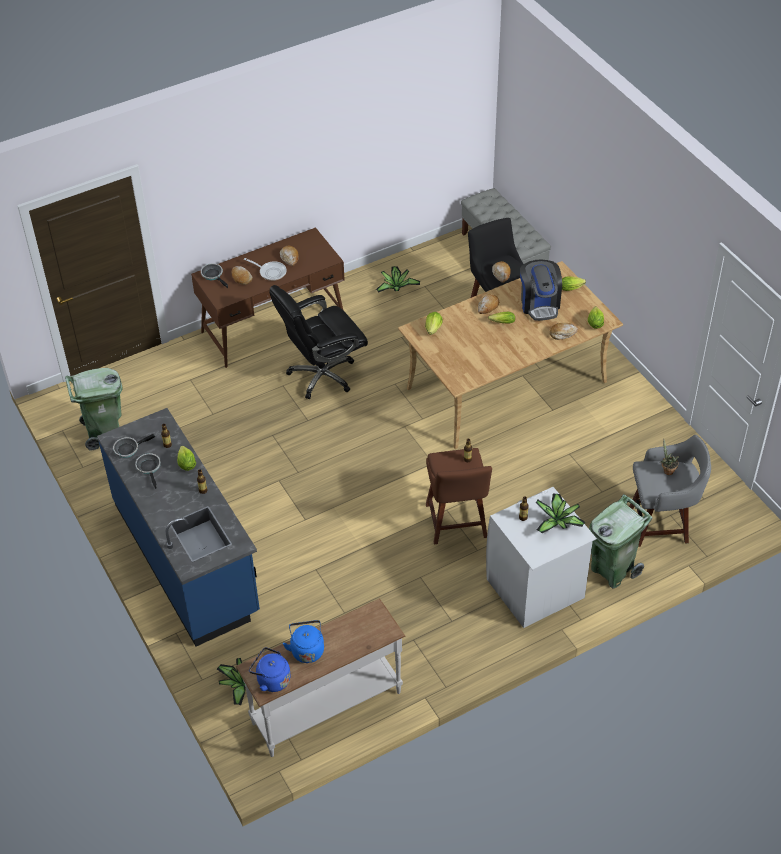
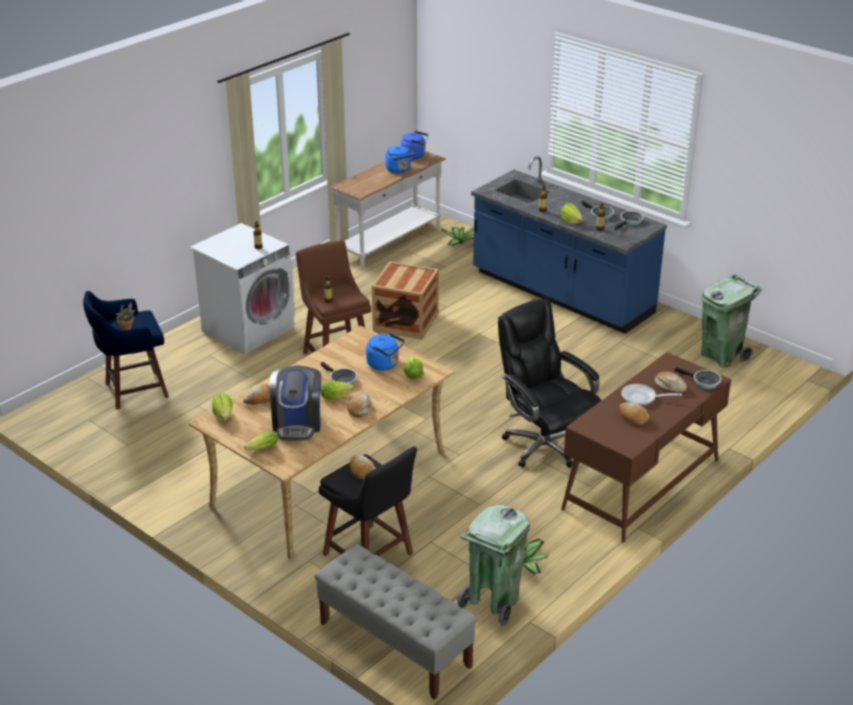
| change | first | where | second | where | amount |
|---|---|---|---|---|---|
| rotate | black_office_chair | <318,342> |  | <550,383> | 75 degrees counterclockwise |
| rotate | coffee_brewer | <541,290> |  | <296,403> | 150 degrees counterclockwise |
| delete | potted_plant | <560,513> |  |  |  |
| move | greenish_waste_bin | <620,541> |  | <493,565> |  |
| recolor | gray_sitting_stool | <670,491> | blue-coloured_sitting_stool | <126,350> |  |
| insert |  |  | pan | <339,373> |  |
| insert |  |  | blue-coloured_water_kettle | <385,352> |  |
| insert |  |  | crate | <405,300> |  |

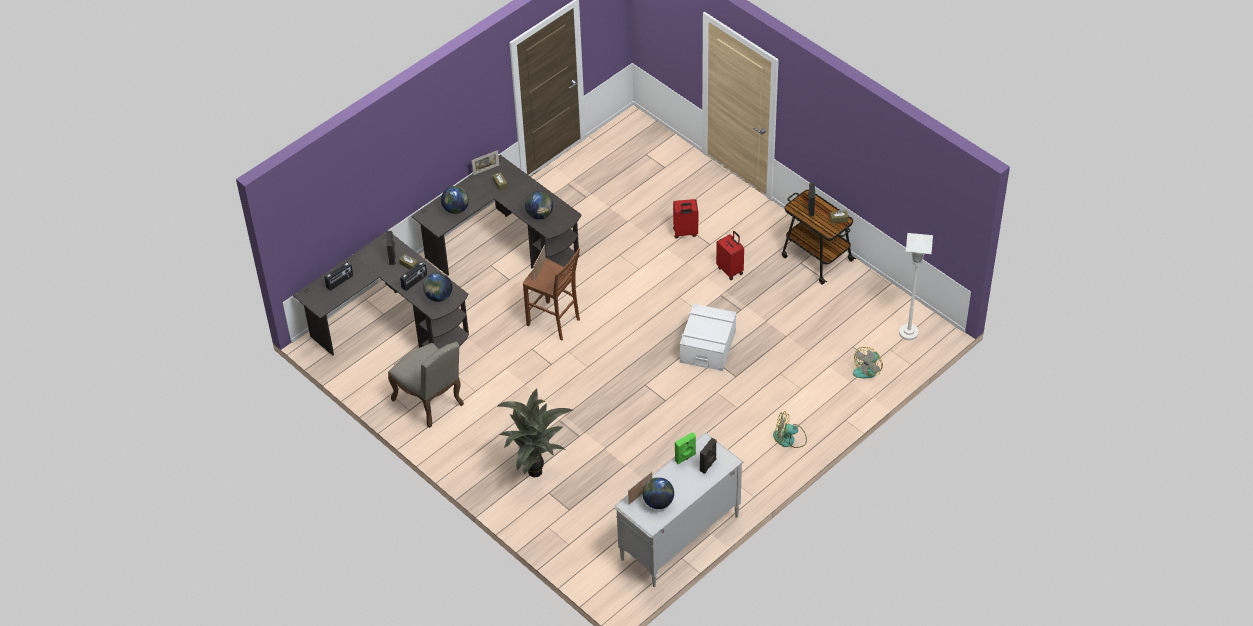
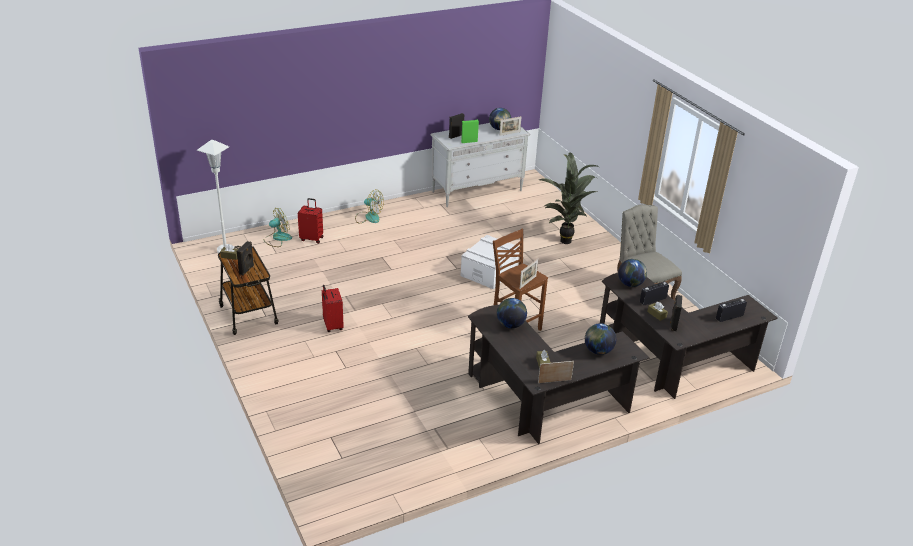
| change | first | where | second | where | amount |
|---|---|---|---|---|---|
| move | red_piece_of_luggage | <685,219> |  | <310,221> |  |
| move | white-coloured_storage_container | <708,337> |  | <490,262> |  |

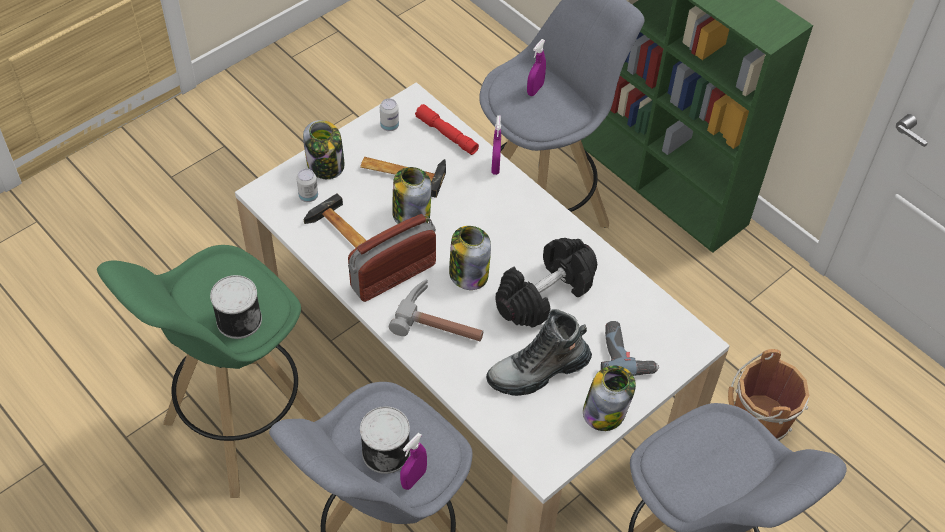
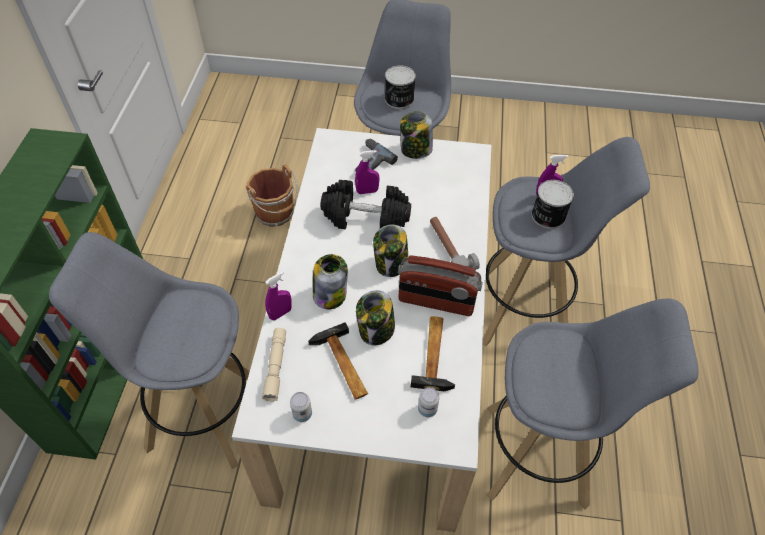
| change | first | where | second | where | amount |
|---|---|---|---|---|---|
| recolor | greenish_sitting_stool | <209,371> | gray_sitting_stool | <592,404> |  |
| move | metal_can | <236,307> |  | <400,87> |  |
| move | storage_jar | <324,149> |  | <330,282> |  |
| recolor | red_hand_torch | <447,129> | beige_hand_torch | <274,365> |  |
| delete | high-top_boot | <539,352> |  |  |  |
| move | purple-coloured_sprayer | <536,67> |  | <367,172> |  |

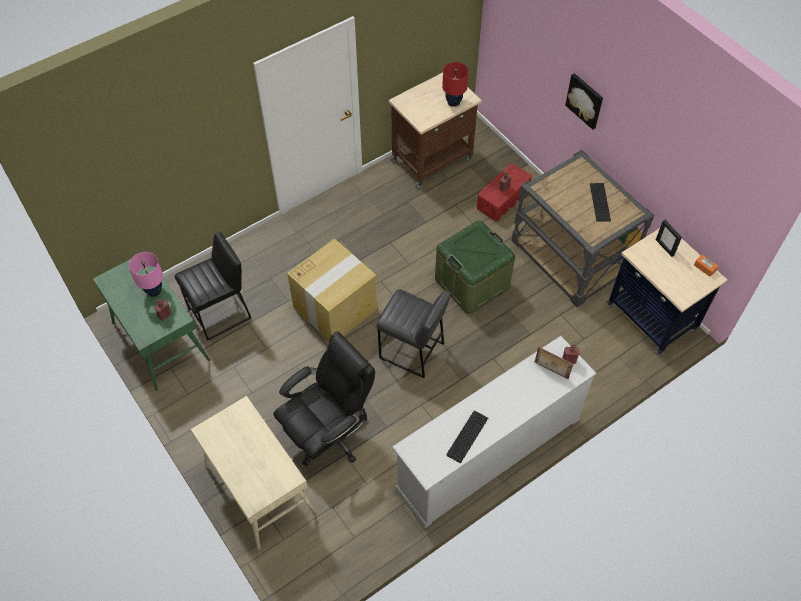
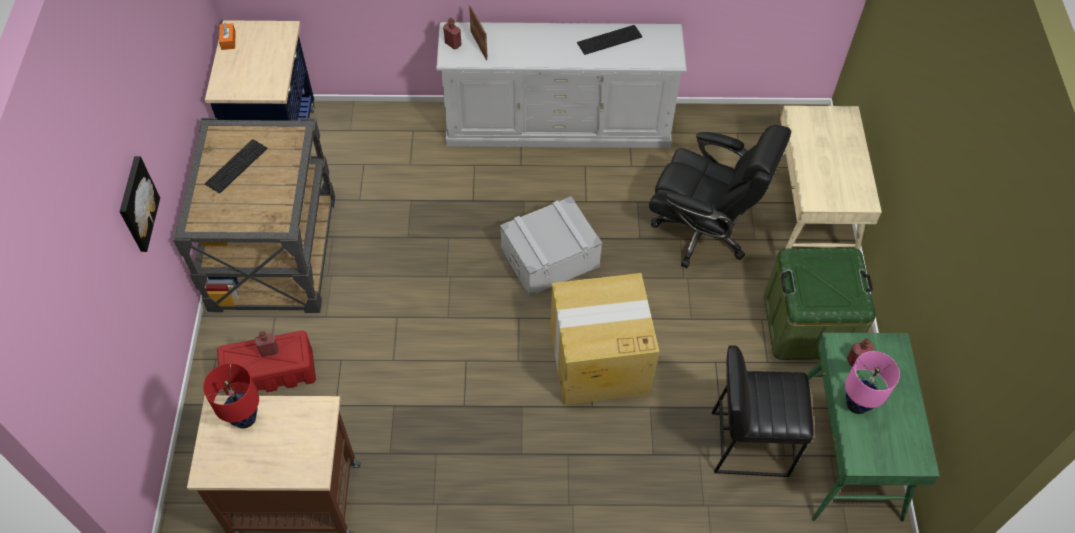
| change | first | where | second | where | amount |
|---|---|---|---|---|---|
| rotate | black_office_chair | <324,398> |  | <720,196> | 150 degrees counterclockwise |
| replace | gray_sitting_stool | <413,333> | gray_storage_container | <551,246> |  |
| move | greenish_storage_container | <475,267> |  | <820,304> |  |
| delete | photo_frame | <669,238> |  |  |  |

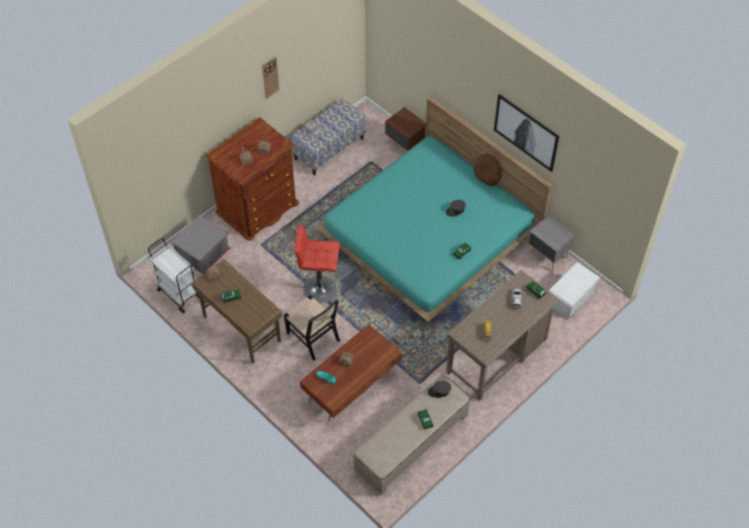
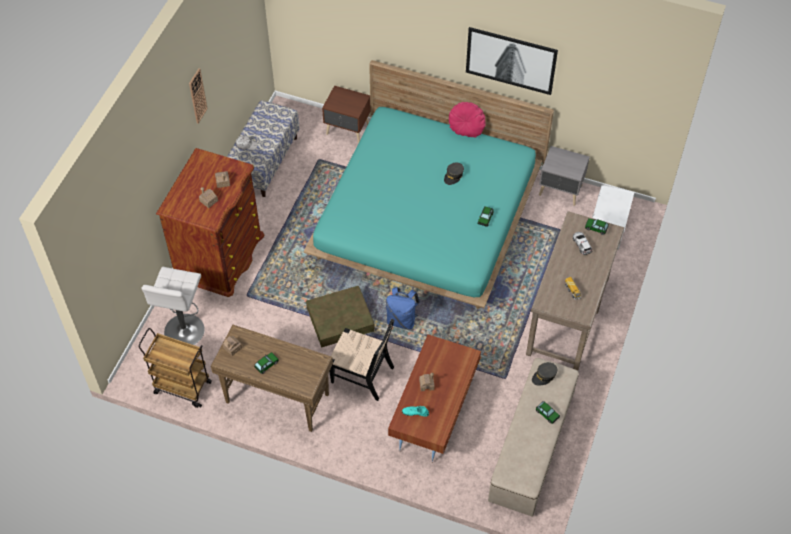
| change | first | where | second | where | amount |
|---|---|---|---|---|---|
| recolor | white-coloured_wheeled_cart | <173,275> | brown_wheeled_cart | <175,368> |  |
| replace | gray_storage_container | <200,244> | white-coloured_sitting_stool | <173,306> |  |
| replace | red_sitting_stool | <317,264> | brown_storage_container | <340,316> |  |
| recolor | brown_pillow | <488,170> | pink_pillow | <467,120> |  |
| insert |  |  | blue-coloured_knapsack | <403,308> |  |

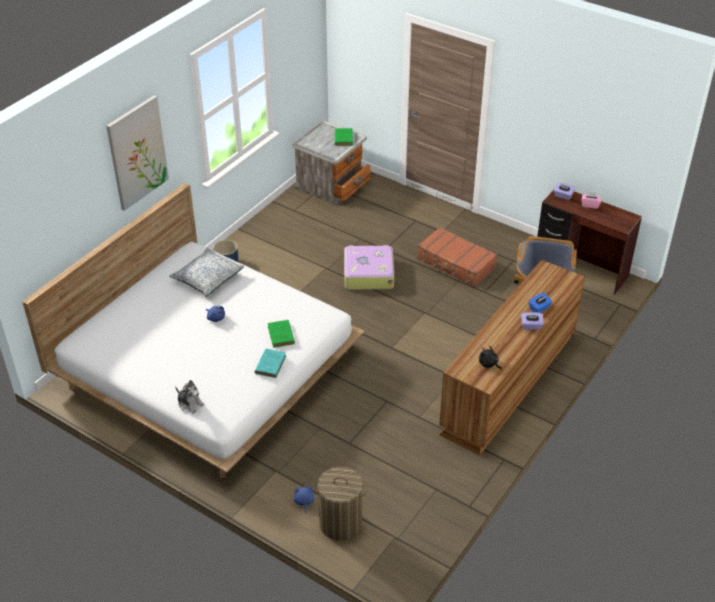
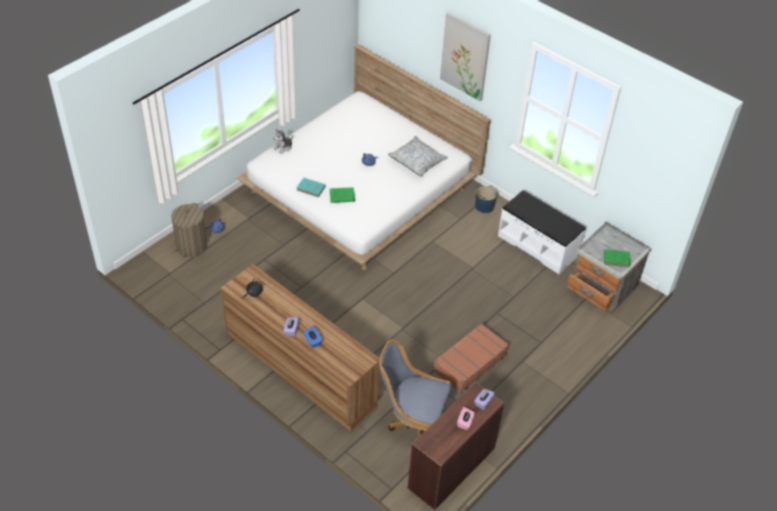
| change | first | where | second | where | amount |
|---|---|---|---|---|---|
| delete | piece_of_luggage | <369,267> |  |  |  |
| insert |  |  | white-coloured_indoor_bench | <541,232> |  |

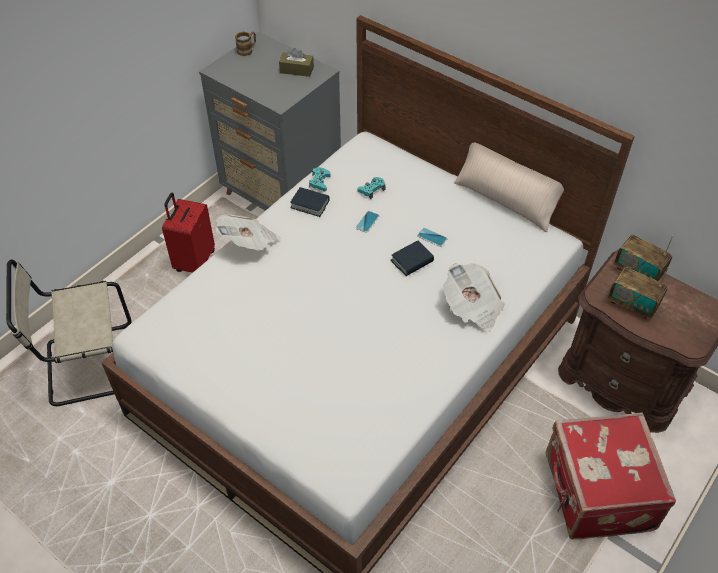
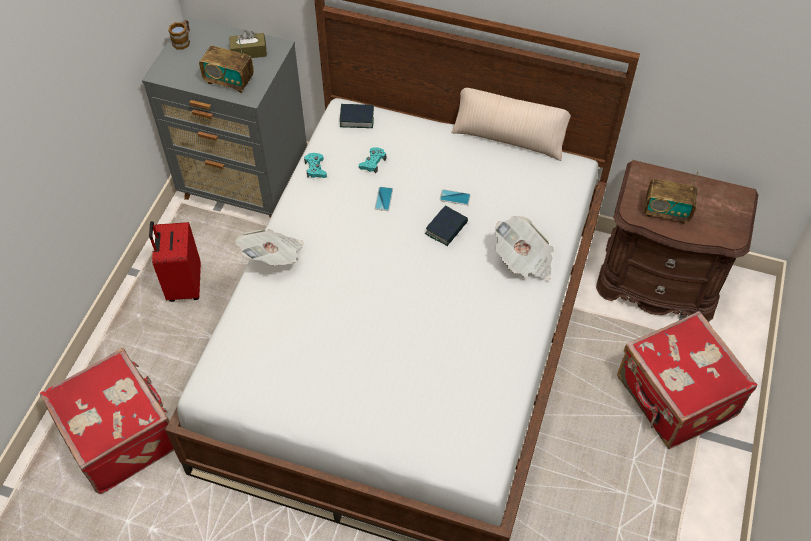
| change | first | where | second | where | amount |
|---|---|---|---|---|---|
| replace | beige_plain_chair | <69,333> | red_piece_of_luggage | <107,421> |  |
| move | volume | <310,202> |  | <357,116> |  |
| move | radio_receiver | <643,258> |  | <226,64> |  |

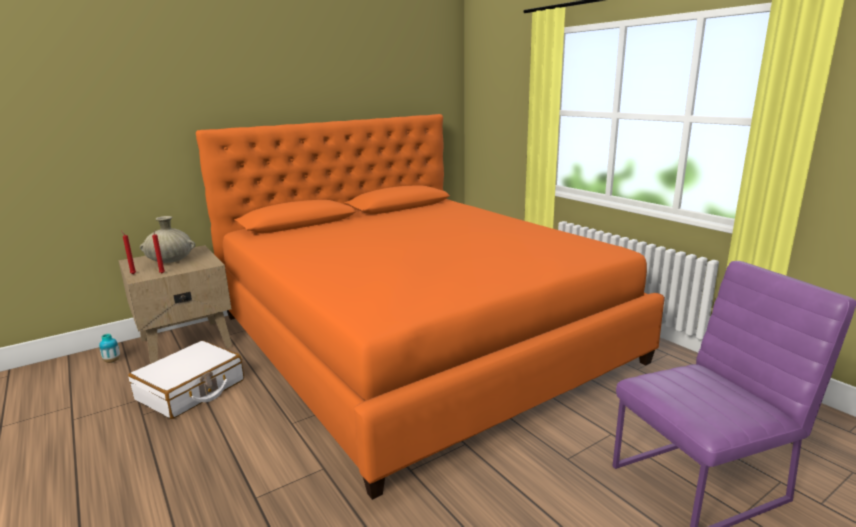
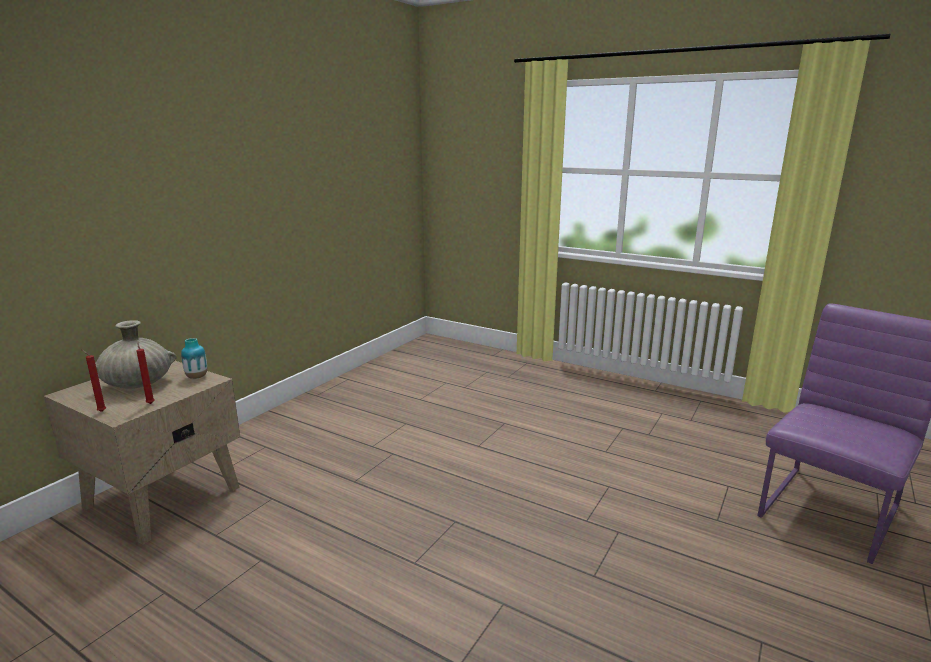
| change | first | where | second | where | amount |
|---|---|---|---|---|---|
| move | vase | <109,348> |  | <194,358> |  |
| delete | white-coloured_piece_of_luggage | <186,380> |  |  |  |
| delete | orange-coloured_sleeping_bed | <430,307> |  |  |  |

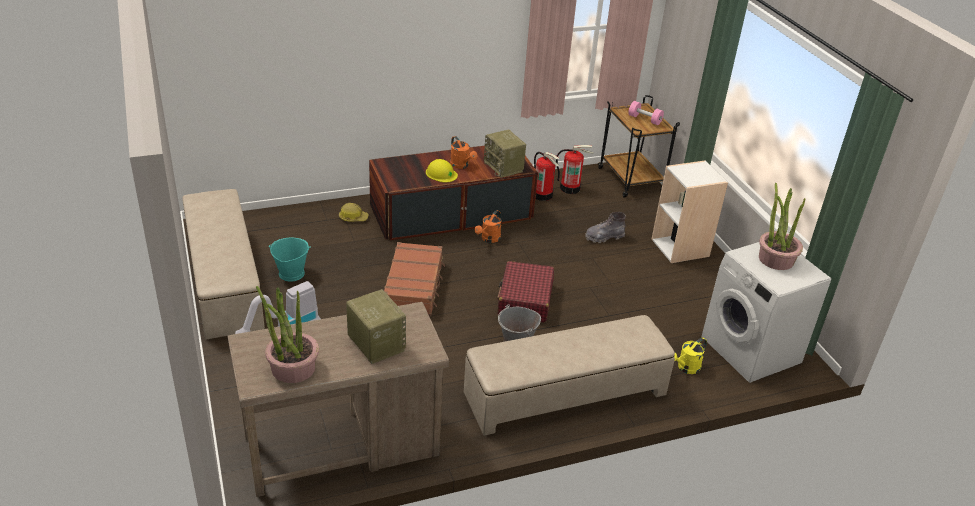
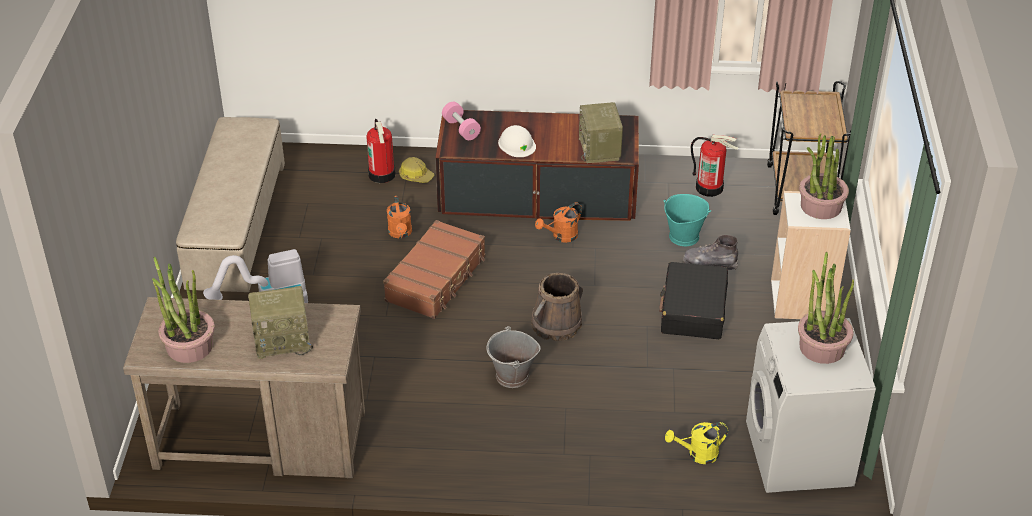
| change | first | where | second | where | amount |
|---|---|---|---|---|---|
| move | blue-green_pail | <290,260> |  | <687,220> |  |
| rotate | radio_receiver | <376,326> |  | <280,322> | 90 degrees clockwise |
| recolor | yellow_hard_hat | <442,170> | white-coloured_hard_hat | <517,141> |  |
| move | orange-coloured_watering_pot | <463,152> |  | <399,217> |  |
| delete | beige_indoor_bench | <569,375> |  |  |  |
| replace | red_piece_of_luggage | <526,292> | brown_pail | <557,307> |  |
| move | extinguisher | <546,176> |  | <381,151> |  |
| move | pink_hand_weight | <646,113> |  | <461,121> |  |
| insert |  |  | black_piece_of_luggage | <693,300> |  |
| insert |  |  | potted_plant | <824,176> |  |

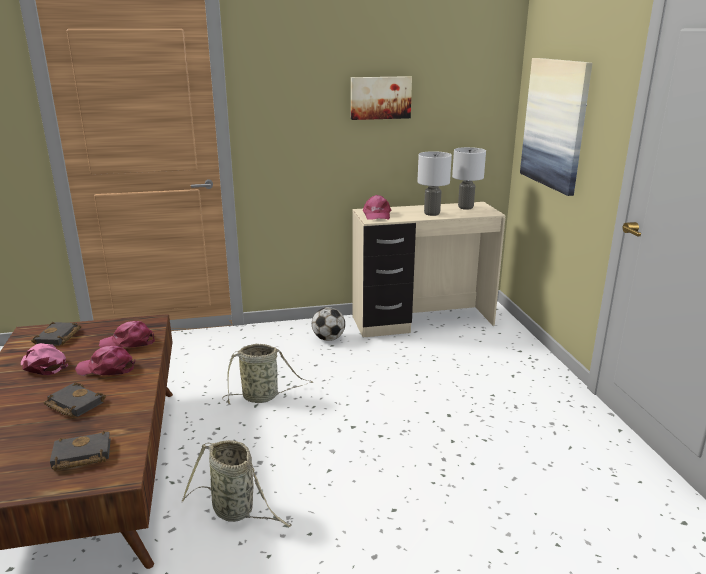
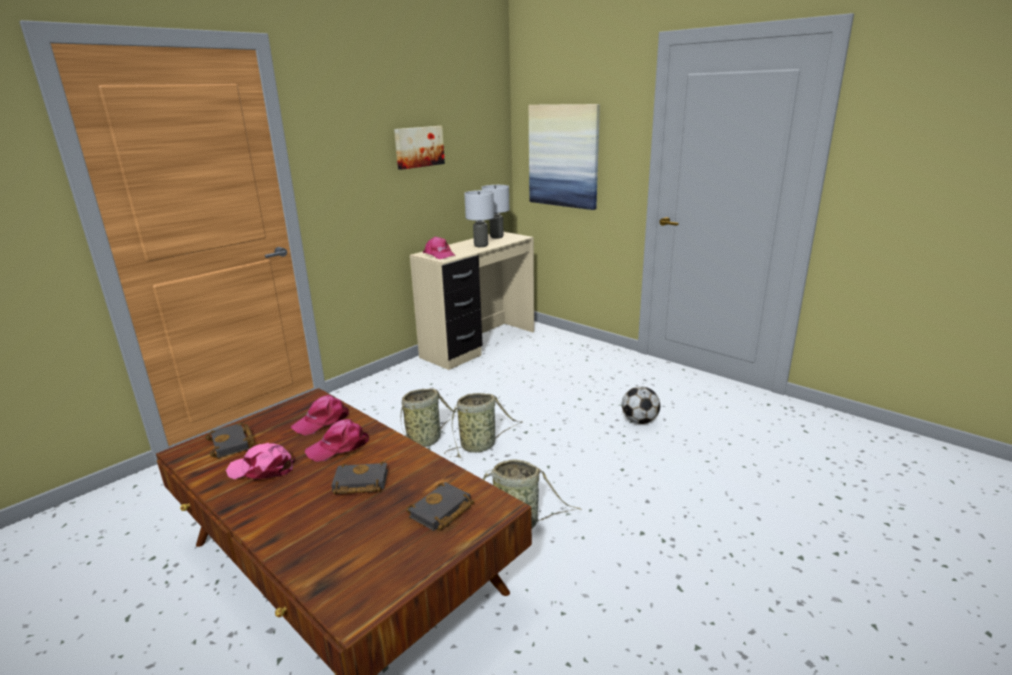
| change | first | where | second | where | amount |
|---|---|---|---|---|---|
| move | football | <328,324> |  | <641,405> |  |
| insert |  |  | basket | <483,425> |  |

